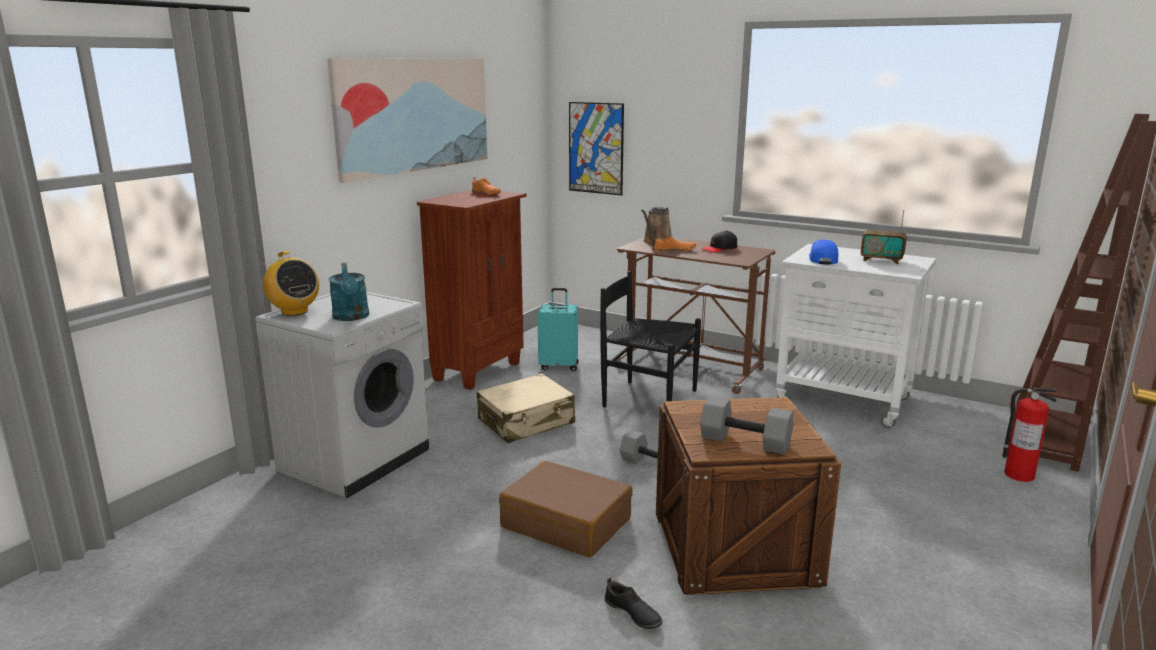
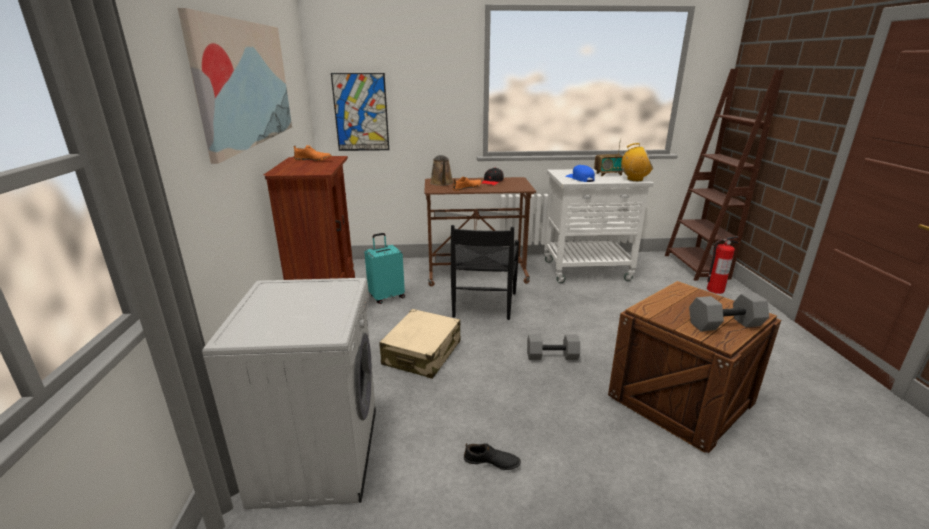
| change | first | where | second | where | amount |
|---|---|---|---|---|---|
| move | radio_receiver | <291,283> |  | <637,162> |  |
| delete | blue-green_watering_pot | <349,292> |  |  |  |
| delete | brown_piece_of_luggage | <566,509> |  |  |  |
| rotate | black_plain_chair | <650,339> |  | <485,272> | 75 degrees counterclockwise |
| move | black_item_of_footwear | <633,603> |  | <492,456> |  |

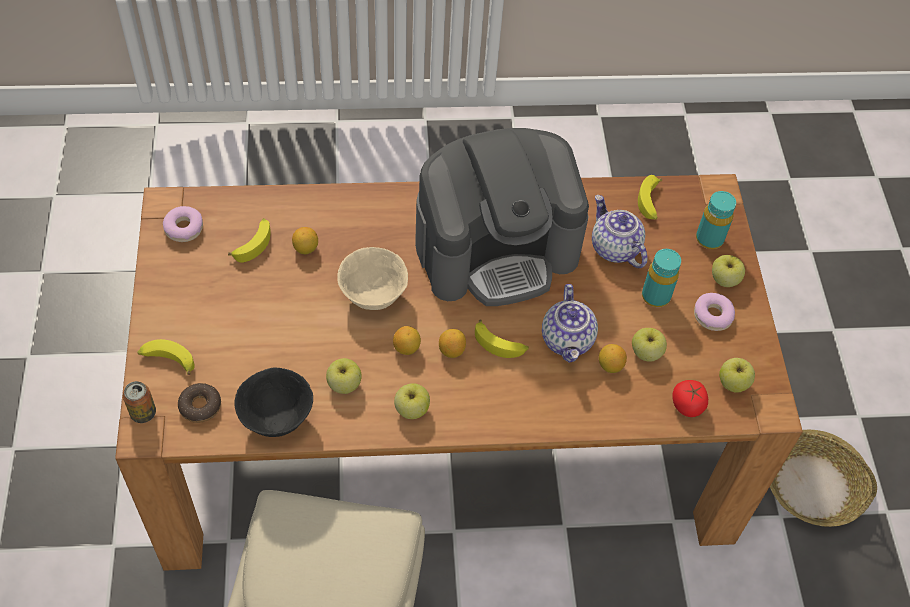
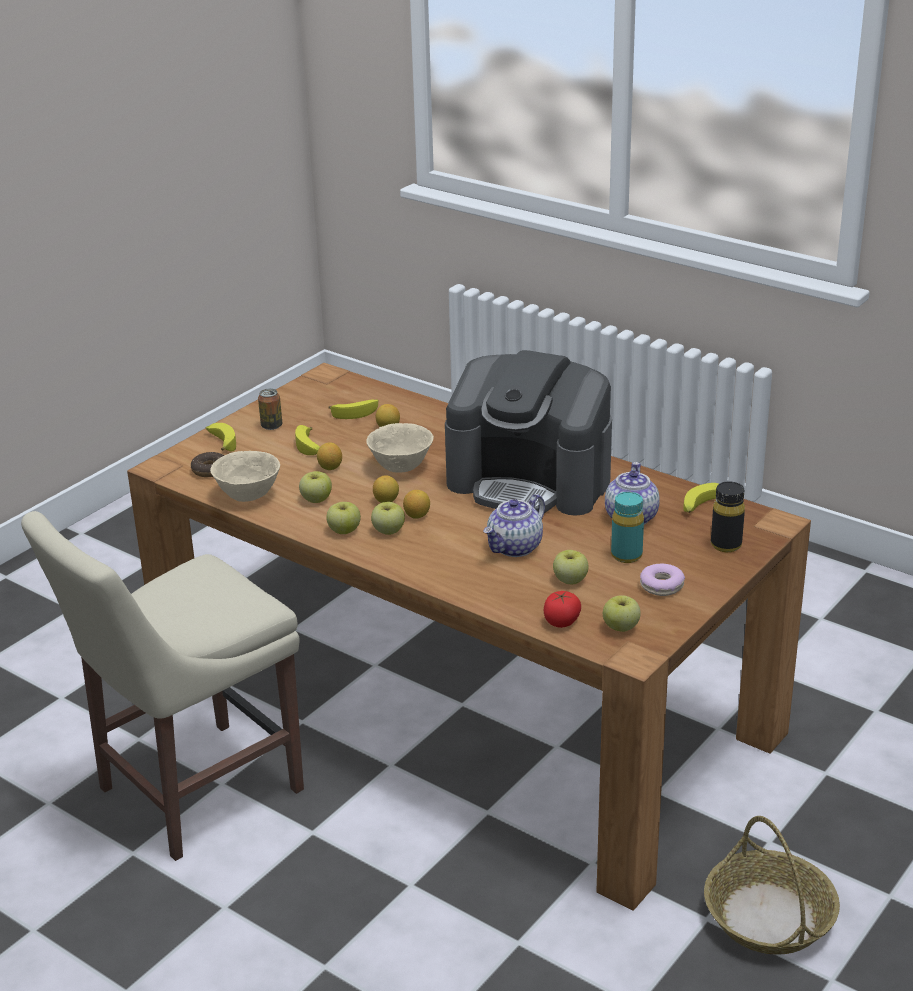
| change | first | where | second | where | amount |
|---|---|---|---|---|---|
| move | metal_can | <139,402> |  | <270,409> |  |
| delete | doughnut | <183,224> |  |  |  |
| recolor | black_bowl | <273,402> | beige_bowl | <245,476> |  |
| move | banana_fruit | <502,339> |  | <307,440> |  |
| move | lemon | <613,358> |  | <329,456> |  |
| recolor | blue-green_drink_bottle | <716,220> | black_drink_bottle | <728,516> |  |
| move | apple | <728,271> |  | <388,518> |  |

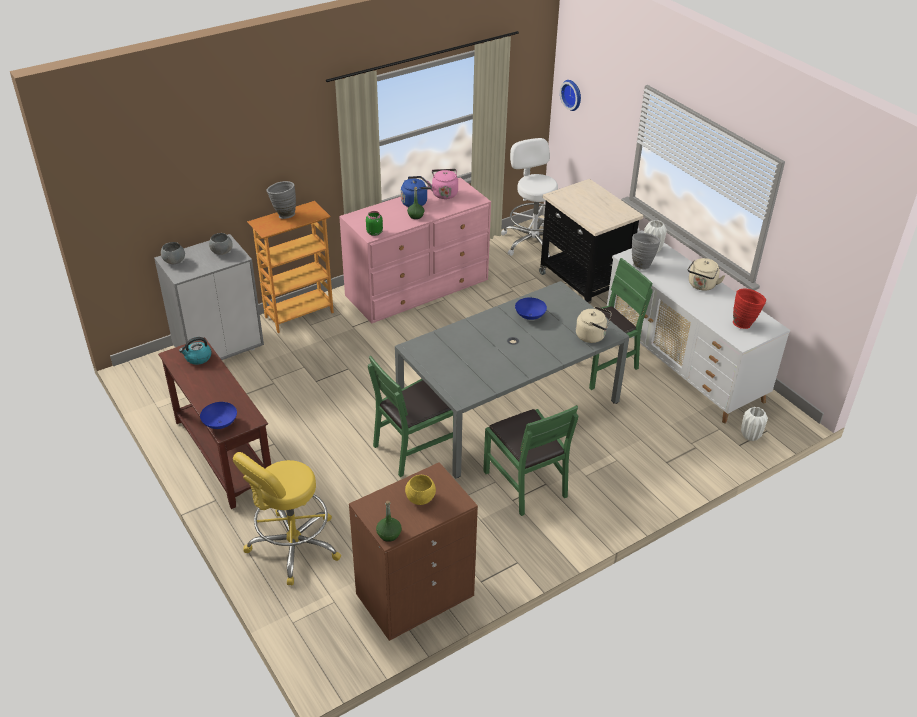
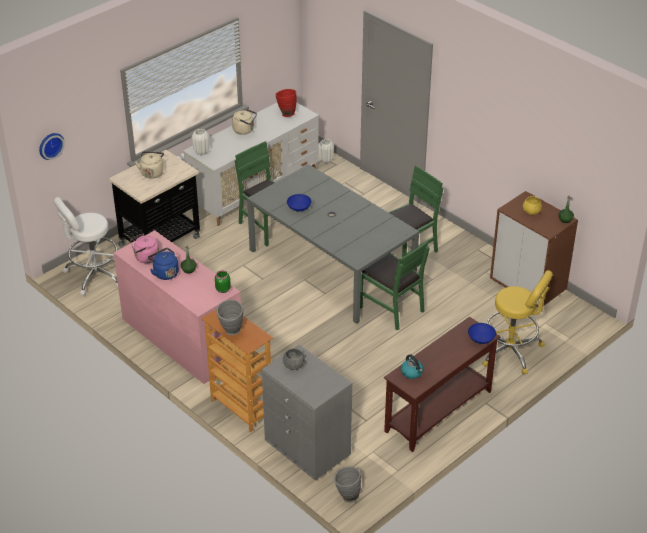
| change | first | where | second | where | amount |
|---|---|---|---|---|---|
| delete | gray_bowl | <173,253> |  |  |  |
| move | beige_water_kettle | <594,324> |  | <149,165> |  |
| move | gray_vase | <646,251> |  | <347,484> |  |

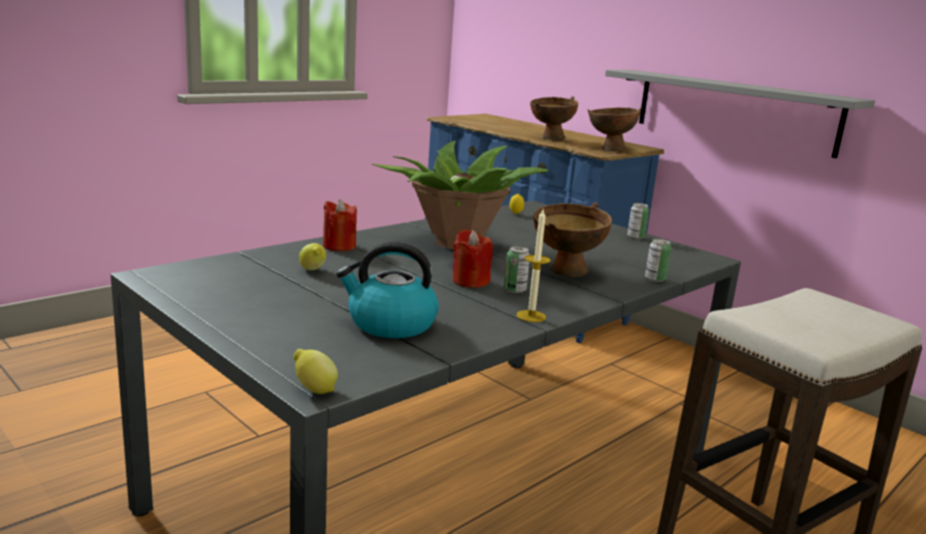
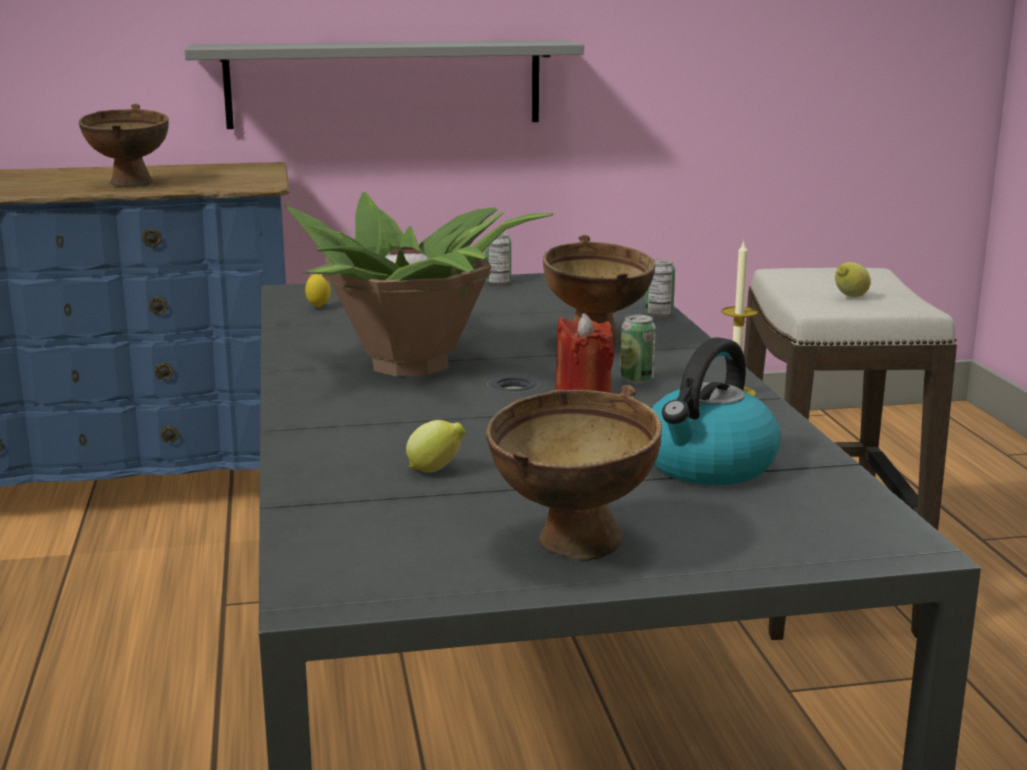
| change | first | where | second | where | amount |
|---|---|---|---|---|---|
| move | lemon | <315,371> |  | <853,279> |  |
| delete | red_wax_light | <340,225> |  |  |  |
| move | brown_bowl | <614,129> |  | <574,473> |  |

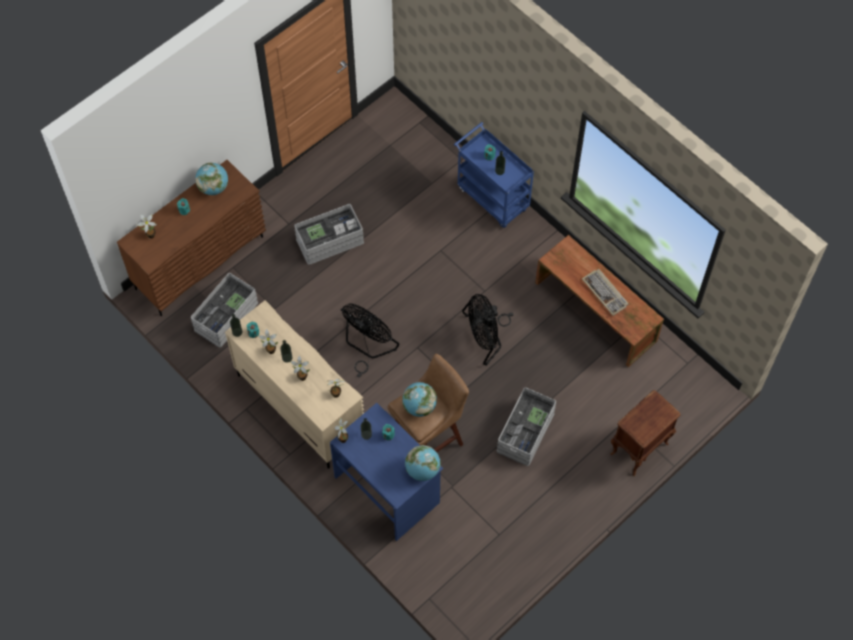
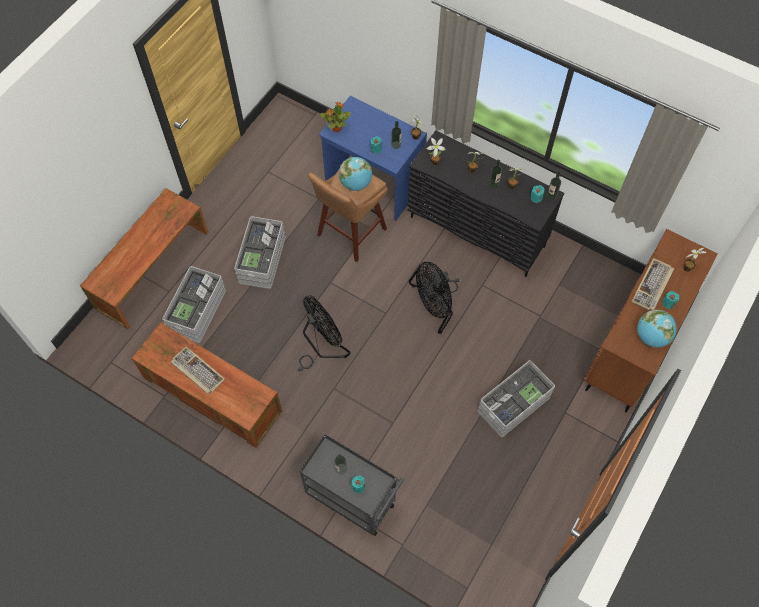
| change | first | where | second | where | amount |
|---|---|---|---|---|---|
| move | gray_storage_container | <224,310> |  | <194,304> |  |
| recolor | beige_dresser | <294,384> | black_dresser | <485,203> |  |
| rotate | black_fan | <370,340> |  | <434,298> | 45 degrees clockwise |
| replace | desk_globe | <423,463> | potted_plant | <335,117> |  |
| recolor | blue-coloured_wheeled_cart | <494,175> | gray_wheeled_cart | <352,485> |  |
| replace | brown_night_table | <646,433> | brown_indoor_bench | <144,258> |  |
| insert |  |  | computer_keyboard | <652,284> |  |

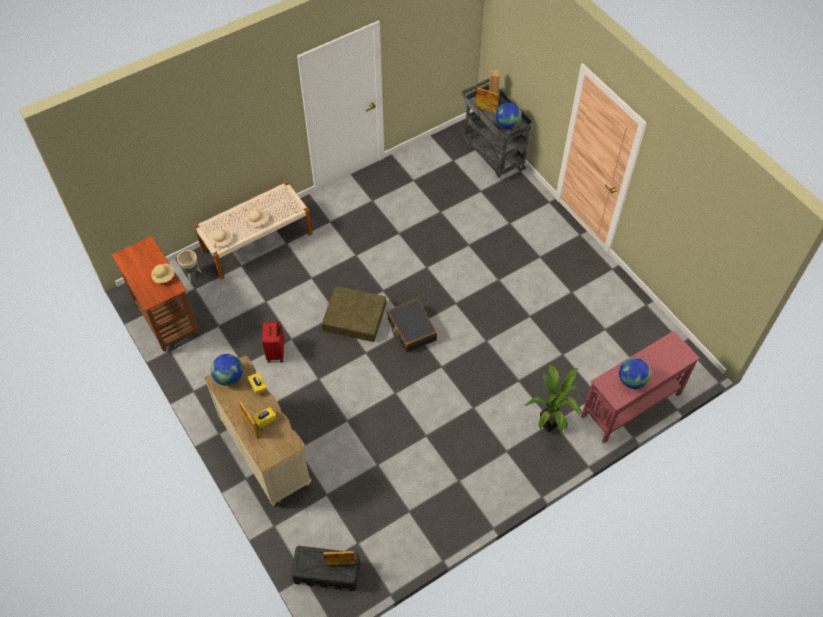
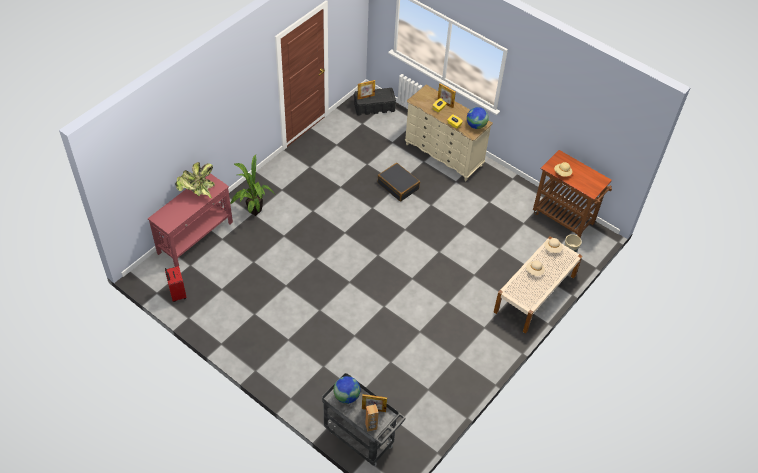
| change | first | where | second | where | amount |
|---|---|---|---|---|---|
| move | red_piece_of_luggage | <273,342> |  | <176,284> |  |
| delete | brown_storage_container | <354,314> |  |  |  |
| move | black_piece_of_luggage | <412,326> |  | <399,182> |  |
| replace | desk_globe | <635,373> | potted_plant | <195,180> |  |

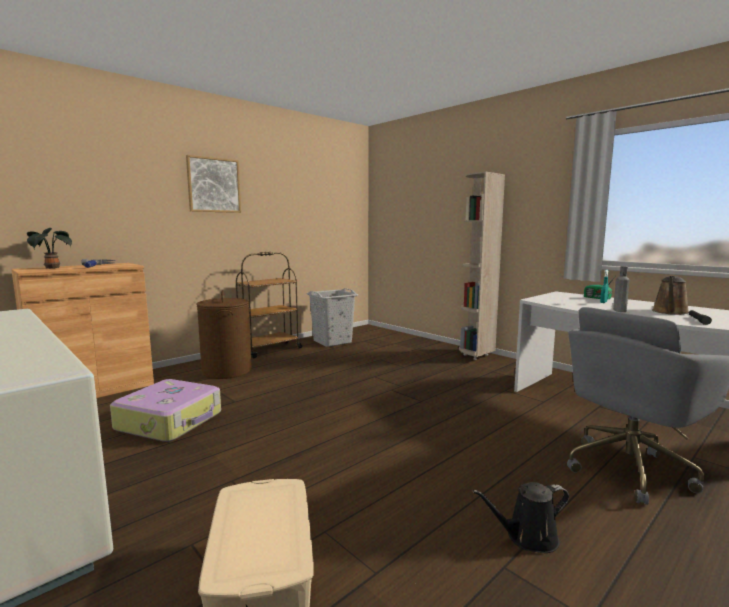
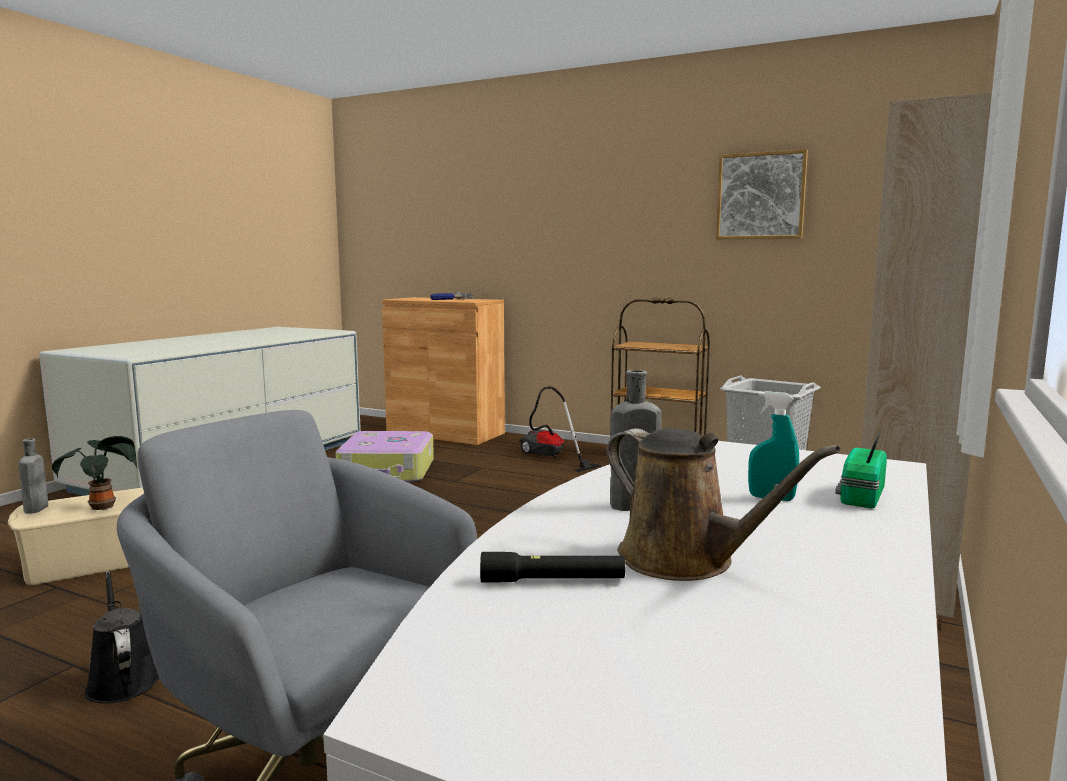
| change | first | where | second | where | amount |
|---|---|---|---|---|---|
| move | potted_plant | <49,248> |  | <94,473> |  |
| move | wall_picture | <213,184> |  | <762,194> |  |
| replace | brown_laundry_basket | <224,334> | vacuum_cleaner | <560,429> |  |
| rotate | brown_watering_pot | <670,295> |  | <724,504> | 150 degrees counterclockwise |
| insert |  |  | gray_drink_bottle | <33,476> |  |

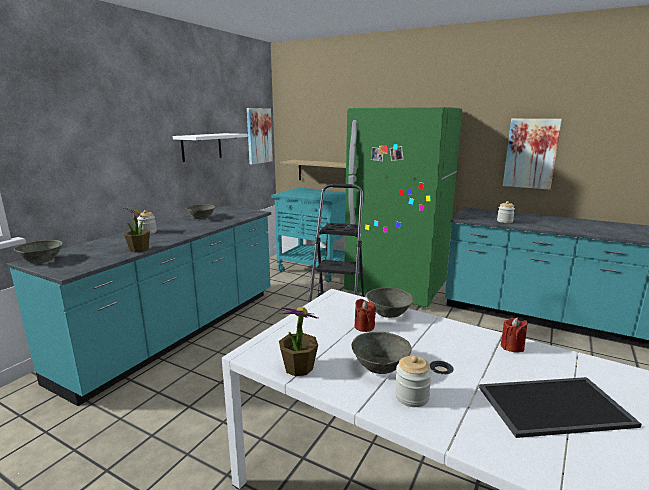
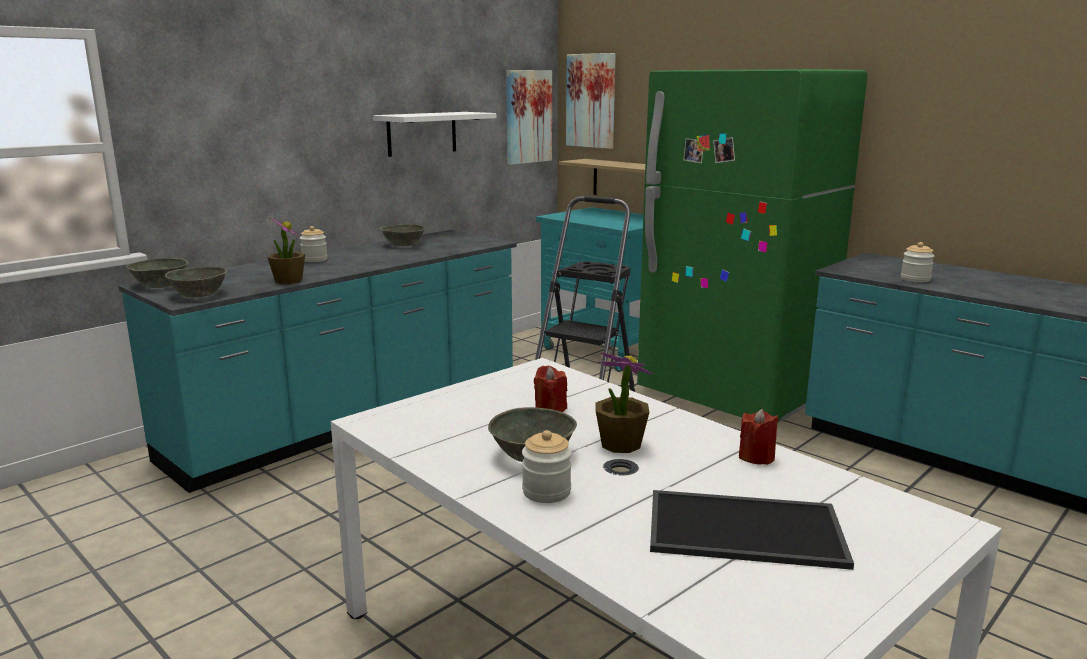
| change | first | where | second | where | amount |
|---|---|---|---|---|---|
| move | potted_plant | <298,341> |  | <624,403> |  |
| move | gray_bowl | <389,302> |  | <196,282> |  |
| move | wall_picture | <532,154> |  | <591,101> |  |

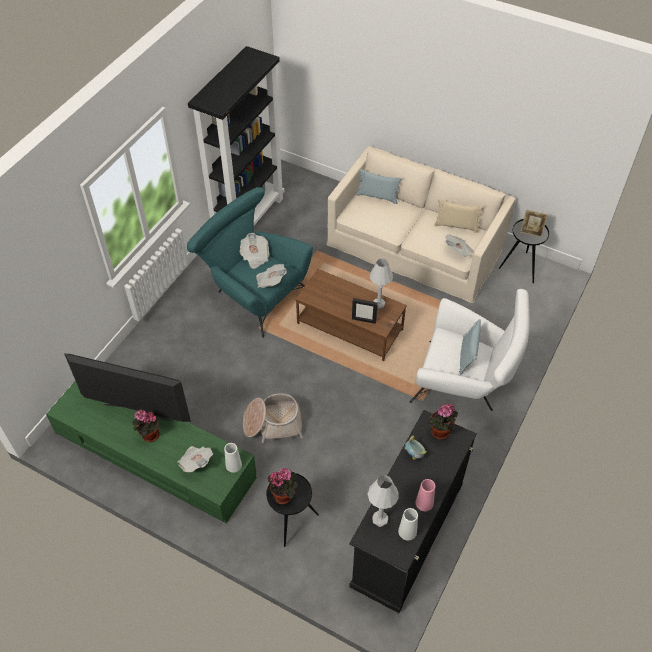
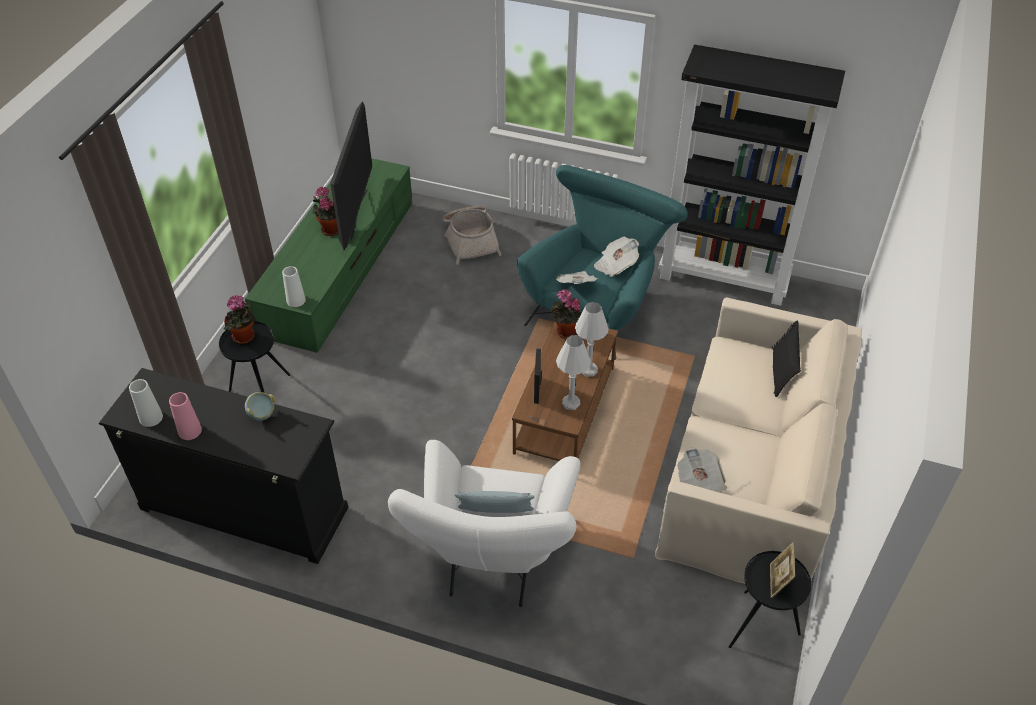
| change | first | where | second | where | amount |
|---|---|---|---|---|---|
| delete | newspaper | <195,459> |  |  |  |
| move | basket | <273,418> |  | <472,235> |  |
| recolor | blue-coloured_pillow | <379,186> | black_pillow | <786,358> |  |
| move | white-coloured_lamp_for_a_table | <383,501> |  | <592,339> |  |
| move | potted_plant | <442,421> |  | <565,314> |  |
| delete | beige_pillow | <459,216> |  |  |  |

